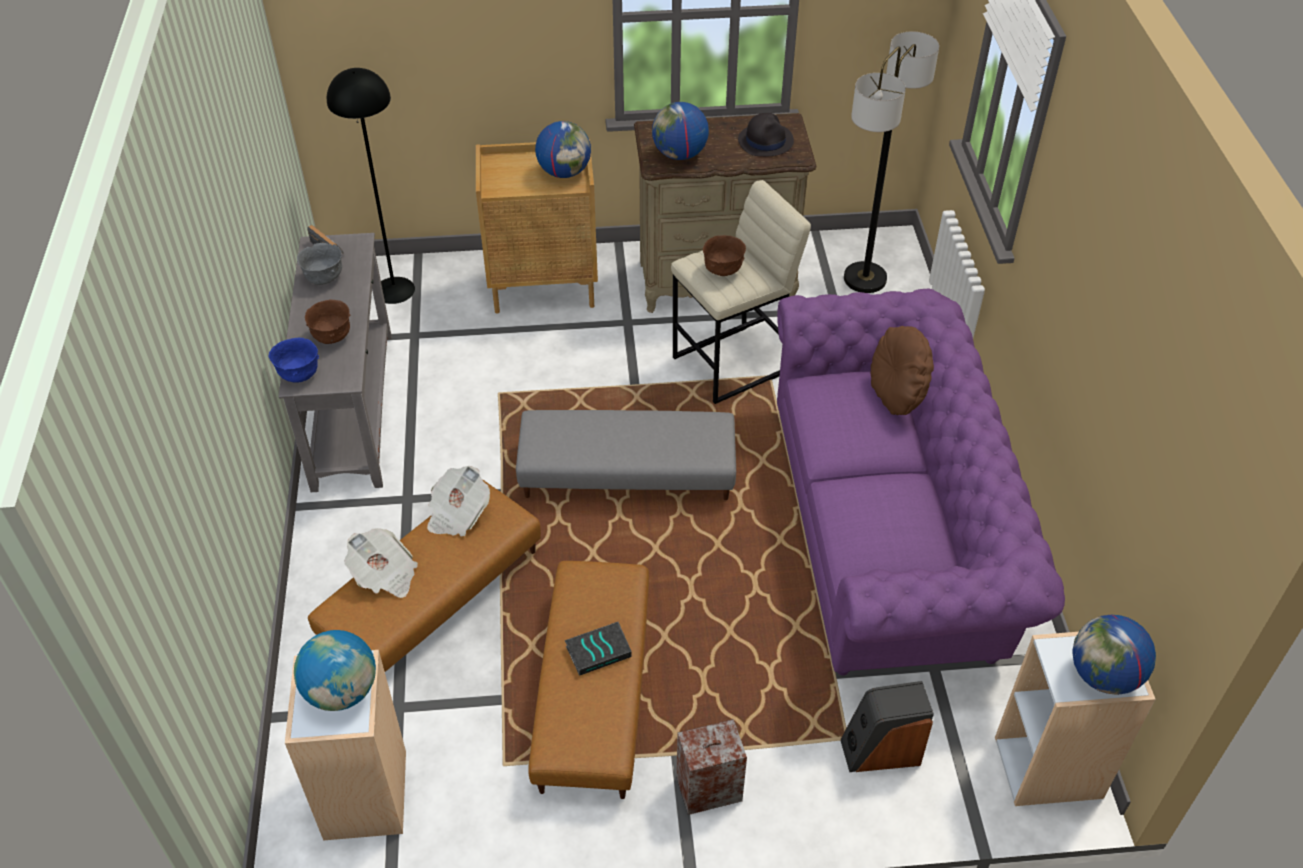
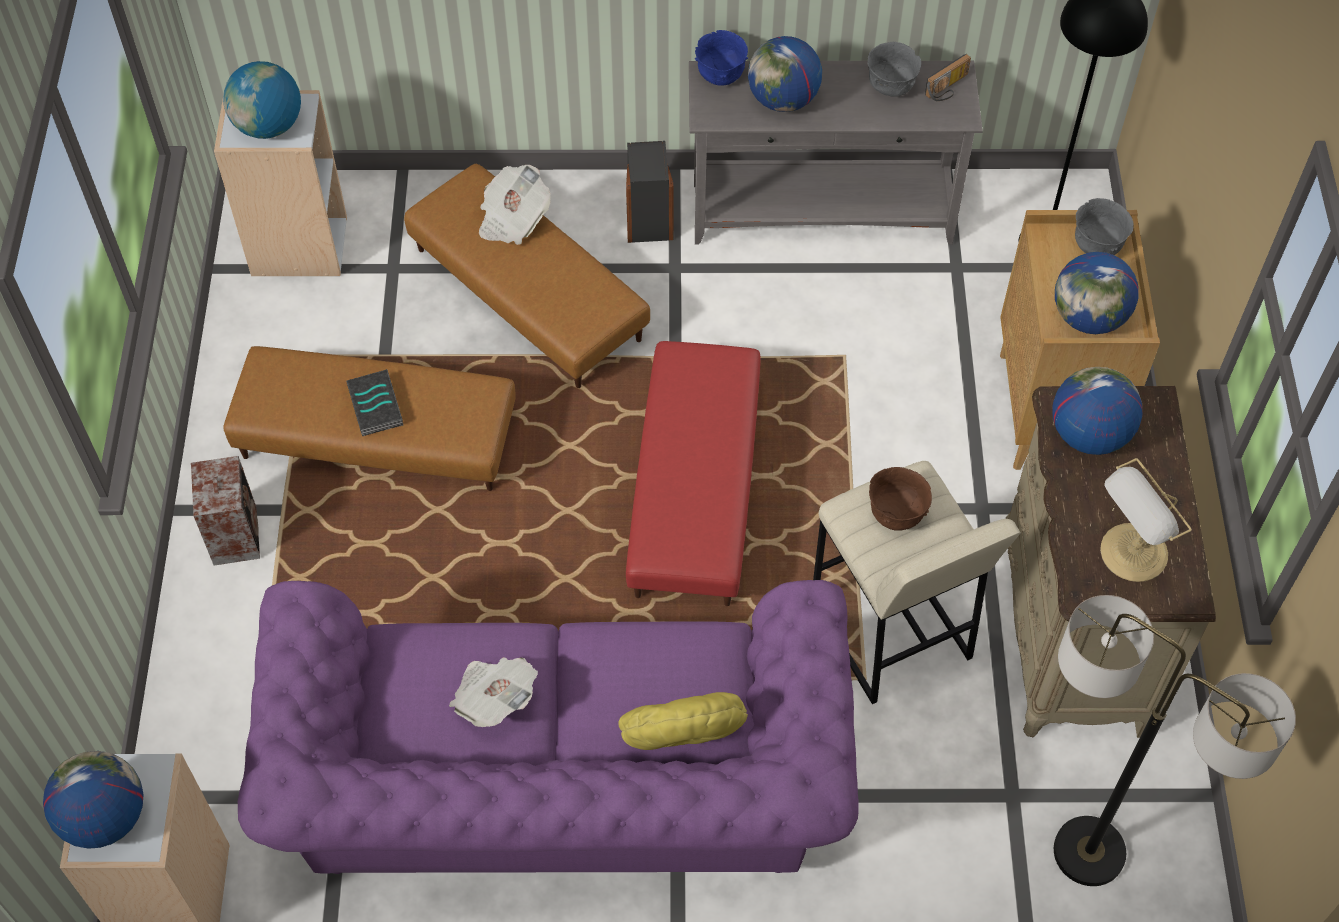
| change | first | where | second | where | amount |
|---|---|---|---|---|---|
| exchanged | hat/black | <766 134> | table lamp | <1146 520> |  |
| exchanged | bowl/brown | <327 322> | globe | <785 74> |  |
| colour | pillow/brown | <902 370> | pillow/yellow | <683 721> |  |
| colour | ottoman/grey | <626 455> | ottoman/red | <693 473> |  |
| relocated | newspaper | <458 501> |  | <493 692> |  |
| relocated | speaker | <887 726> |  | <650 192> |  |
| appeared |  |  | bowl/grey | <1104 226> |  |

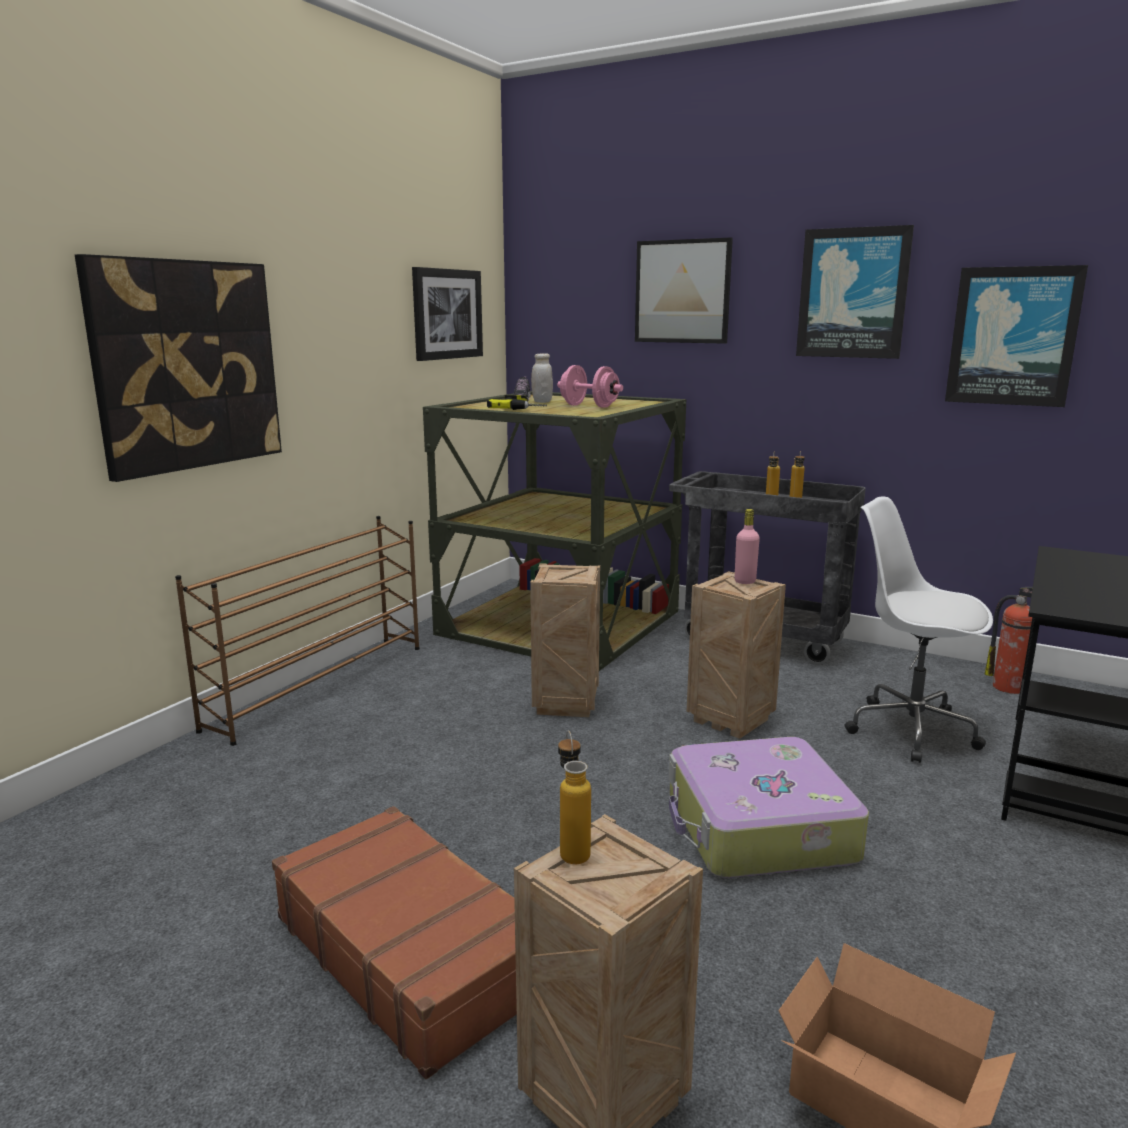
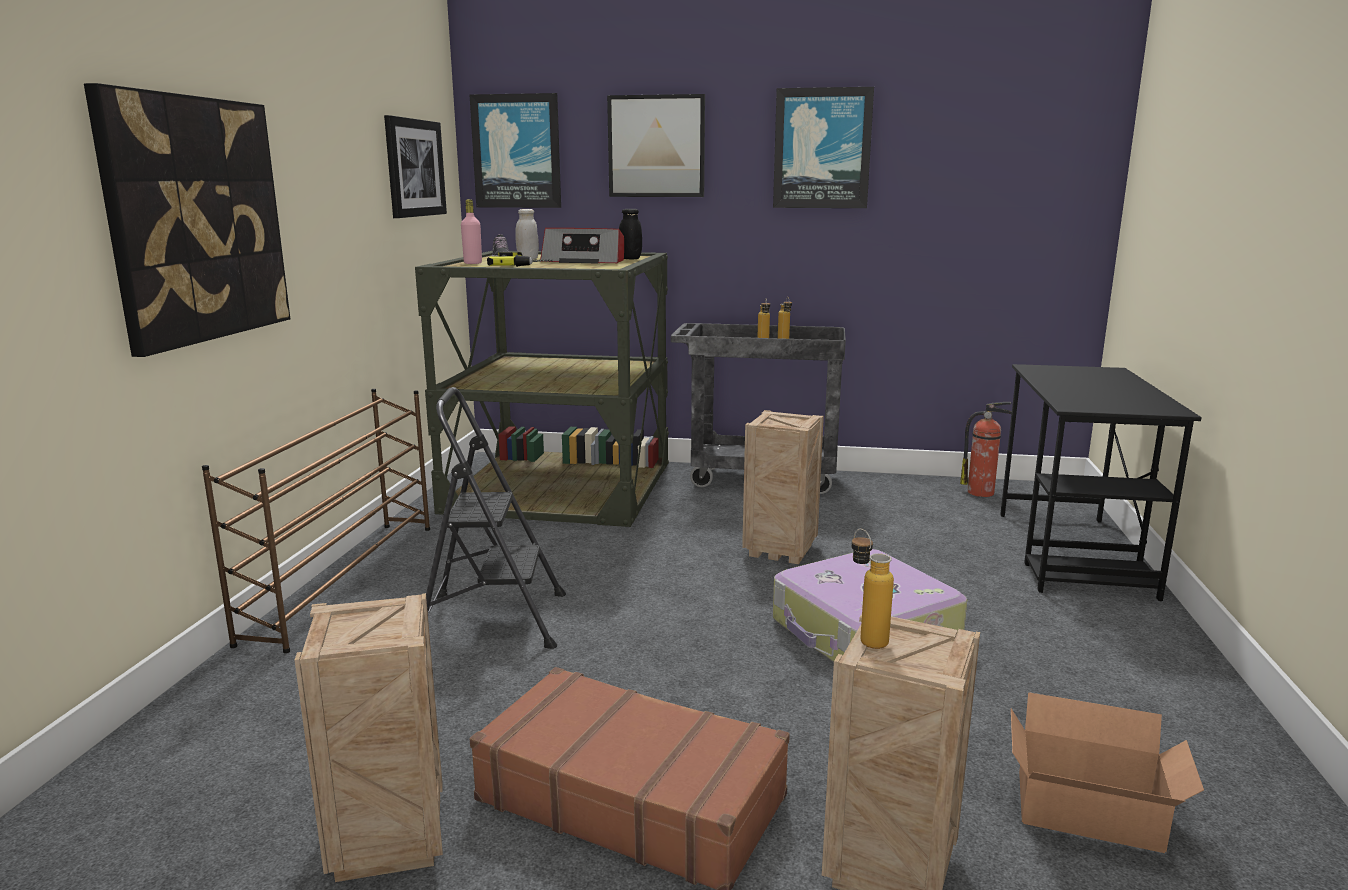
| change | first | where | second | where | amount |
|---|---|---|---|---|---|
| relocated | picture | <1016 336> |  | <515 150> |  |
| exchanged | dumbbell/pink | <590 386> | radio | <582 246> |  |
| missing | office chair/white | <918 629> |  |  |  |
| relocated | bottle/pink | <747 546> |  | <471 231> |  |
| relocated | crate | <565 640> |  | <369 737> |  |
| appeared |  |  | jar/black | <630 234> |  |
| appeared |  |  | step ladder/black | <496 518> |  |

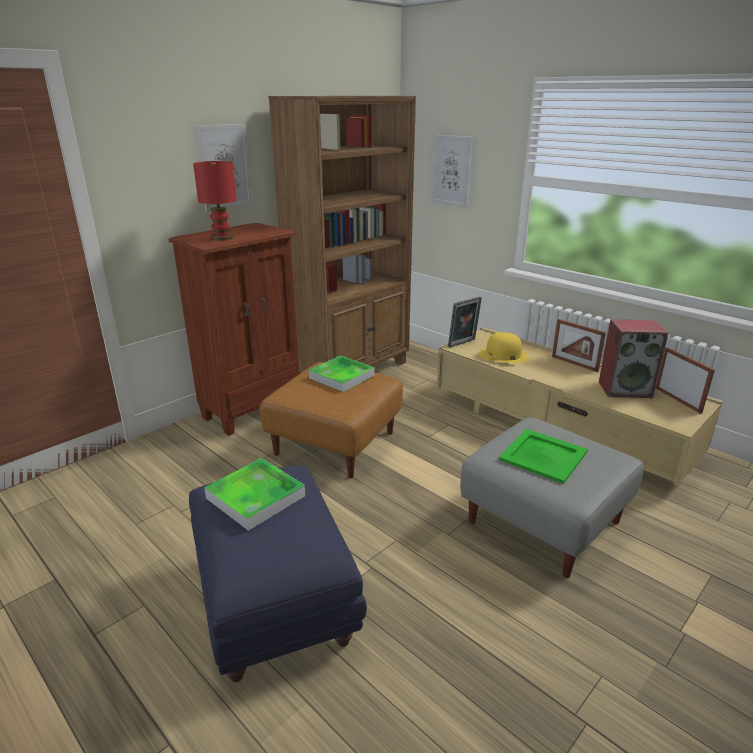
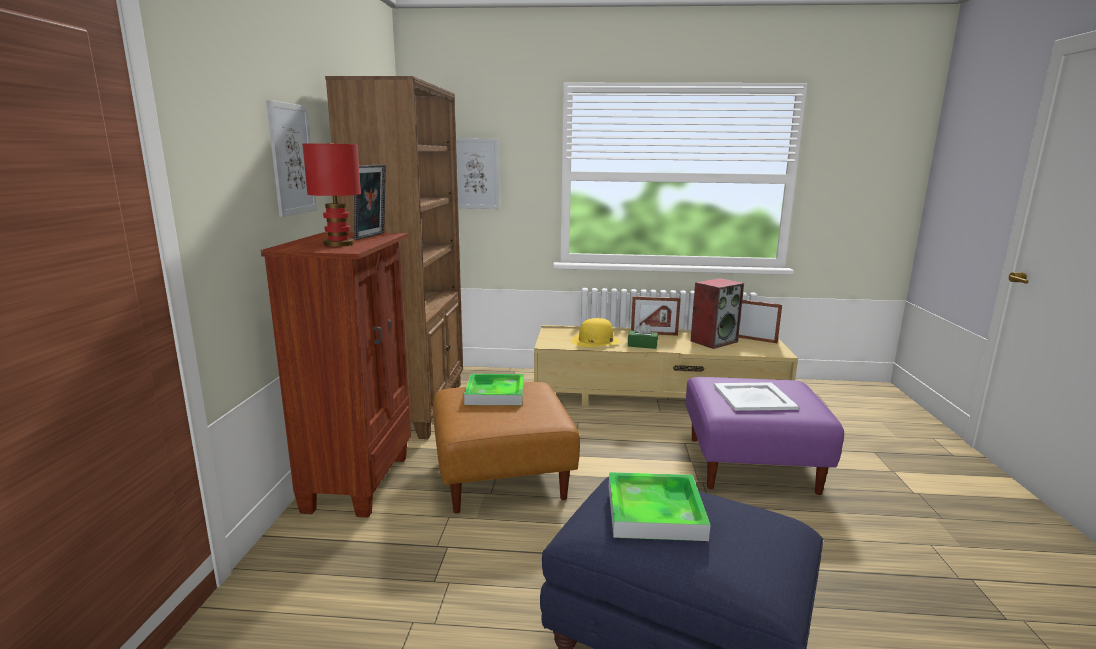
| change | first | where | second | where | amount |
|---|---|---|---|---|---|
| relocated | picture frame | <465 322> |  | <369 202> |  |
| colour | ottoman/grey | <552 497> | ottoman/purple | <765 436> |  |
| colour | tray/green | <543 456> | tray/white | <756 396> |  |
| appeared |  |  | tissue box/green | <643 335> |  |

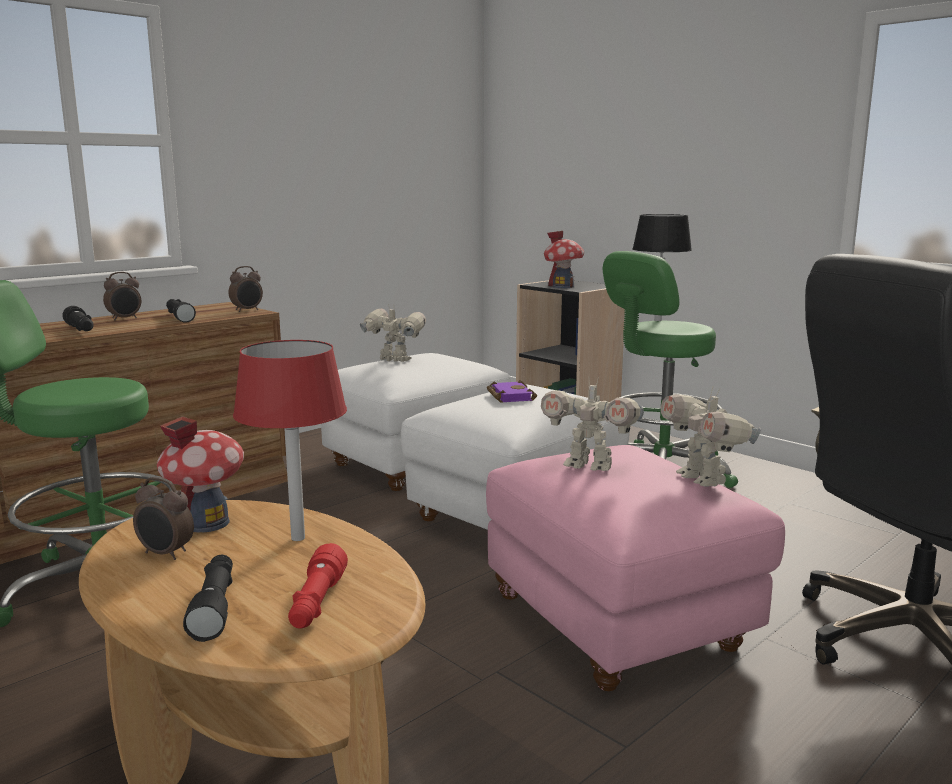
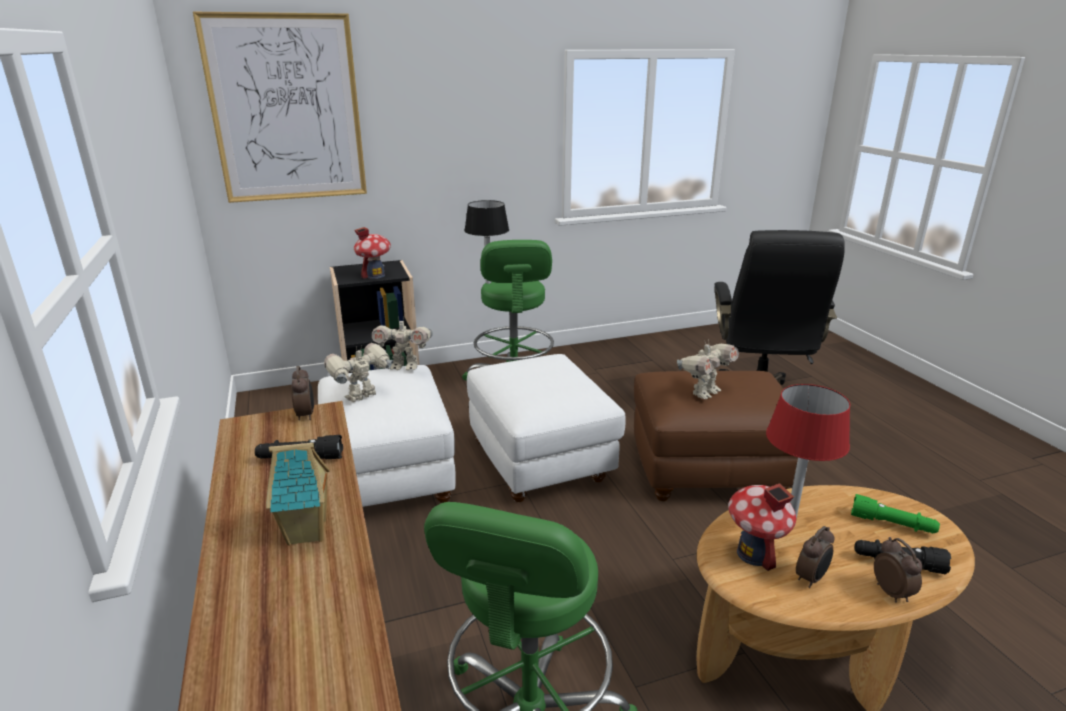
| change | first | where | second | where | amount |
|---|---|---|---|---|---|
| relocated | alarm clock | <122 296> |  | <898 570> |  |
| exchanged | flashlight/black | <78 318> | toy house | <298 492> |  |
| missing | book/purple | <512 391> |  |  |  |
| relocated | toy robot | <711 437> |  | <402 343> |  |
| colour | ottoman/pink | <635 568> | ottoman/brown | <716 436> |  |
| colour | flashlight/red | <318 586> | flashlight/green | <895 513> |  |
| appeared |  |  | picture | <280 107> |  |

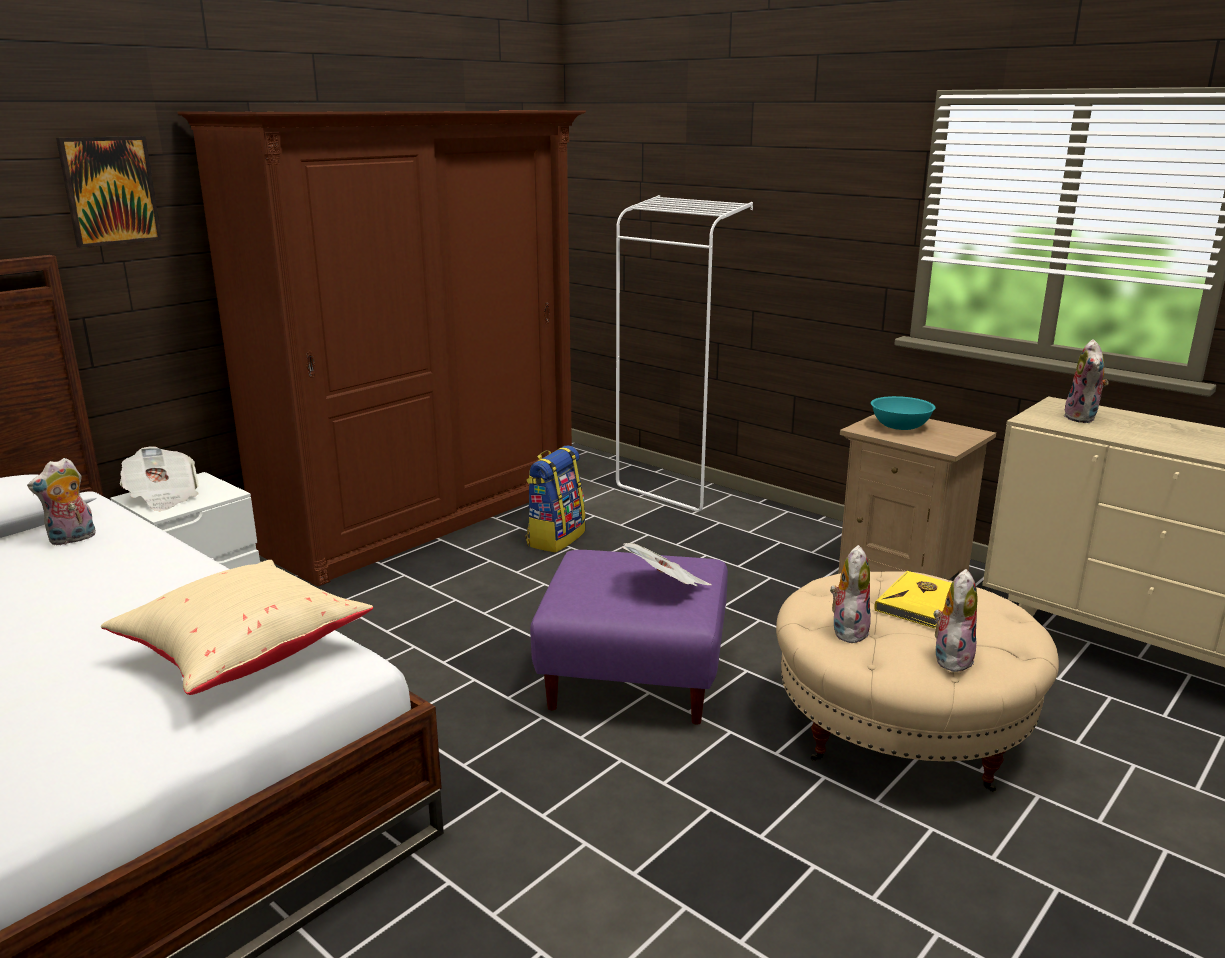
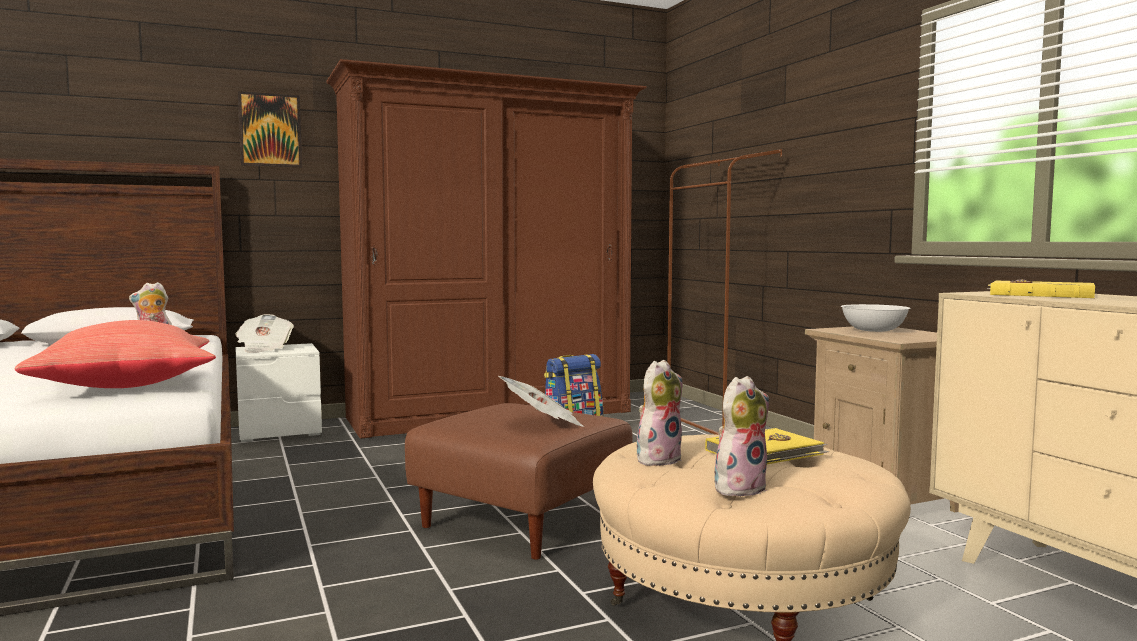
| change | first | where | second | where | amount |
|---|---|---|---|---|---|
| colour | clothes rack/white | <684 353> | clothes rack/brown | <724 292> |  |
| exchanged | plush toy | <1086 381> | book/yellow | <1041 288> |  |
| colour | bowl/turquoise | <903 413> | bowl/white | <876 318> |  |
| colour | ottoman/purple | <629 637> | ottoman/brown | <519 481> |  |
| colour | pillow/beige | <237 627> | pillow/red | <115 354> |  |

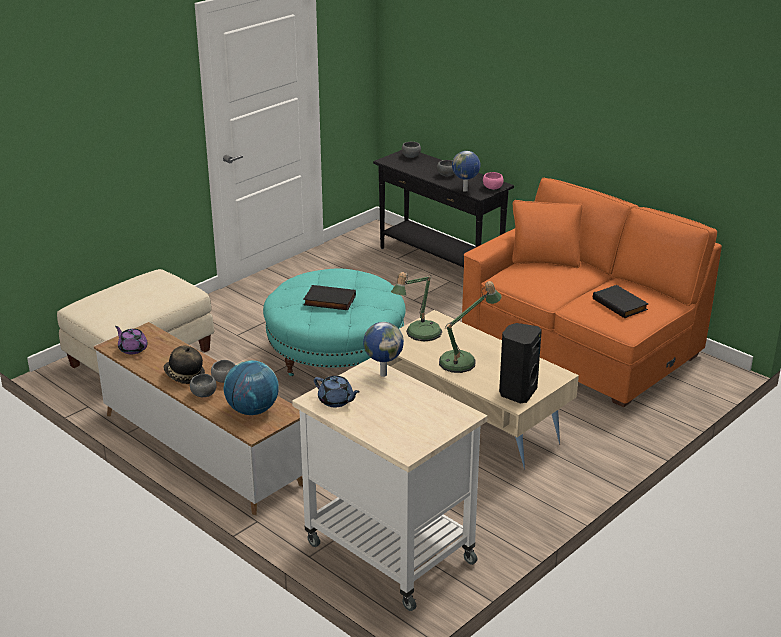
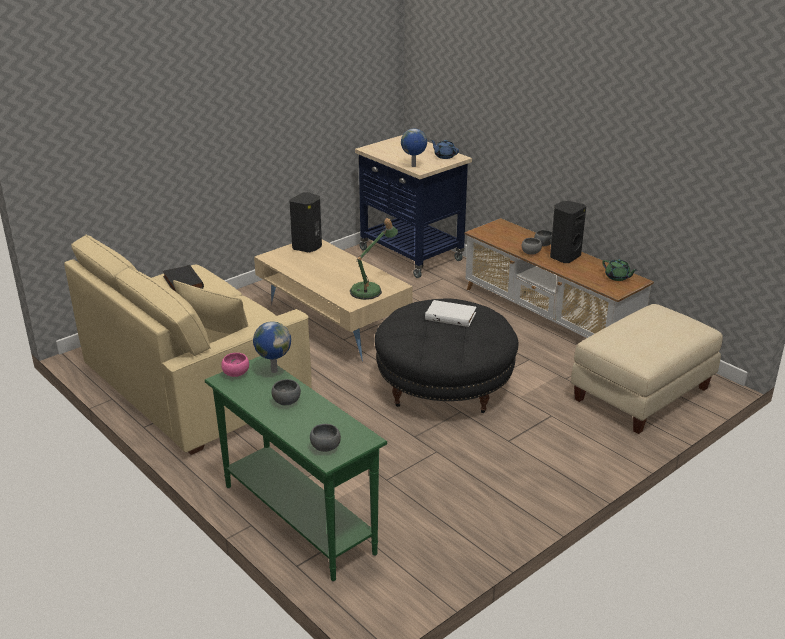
| change | first | where | second | where | amount |
|---|---|---|---|---|---|
| colour | console table/black | <443 208> | console table/green | <296 468> |  |
| colour | sofa/orange | <592 292> | sofa/beige | <188 345> |  |
| colour | ottoman/turquoise | <334 322> | ottoman/black | <446 356> |  |
| missing | table lamp | <470 327> |  |  |  |
| colour | book/black | <329 297> | book/white | <450 313> |  |
| colour | teapot/purple | <131 340> | teapot/green | <620 270> |  |
| exchanged | hat | <184 365> | speaker/black | <568 232> |  |
| colour | cart/white | <390 484> | cart/blue | <413 206> |  |
| missing | globe | <251 387> |  |  |  |

